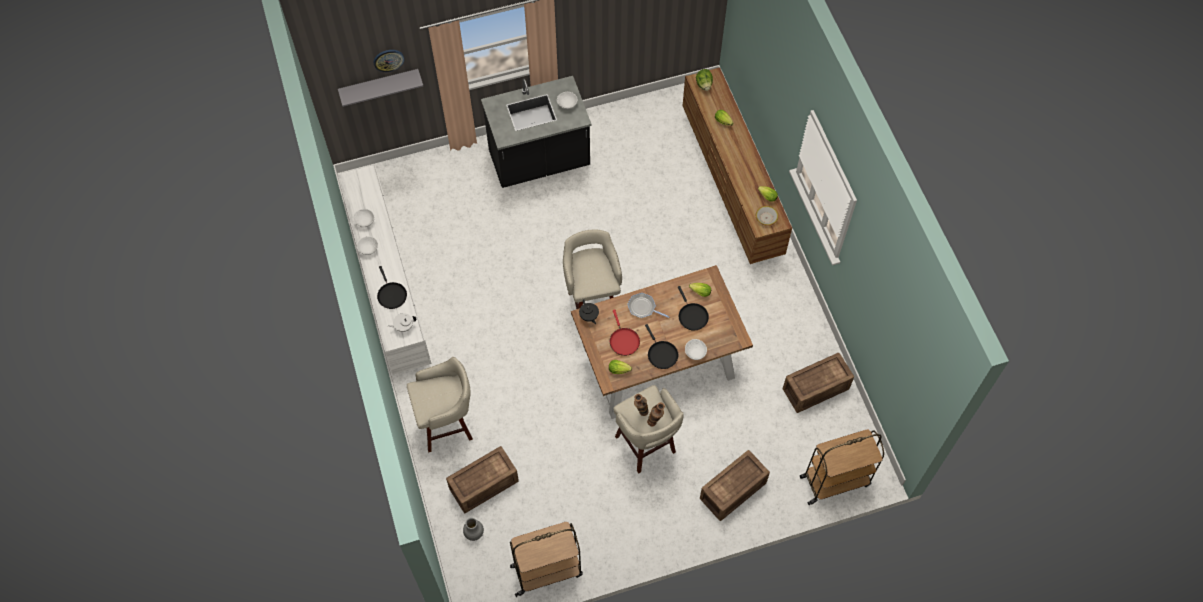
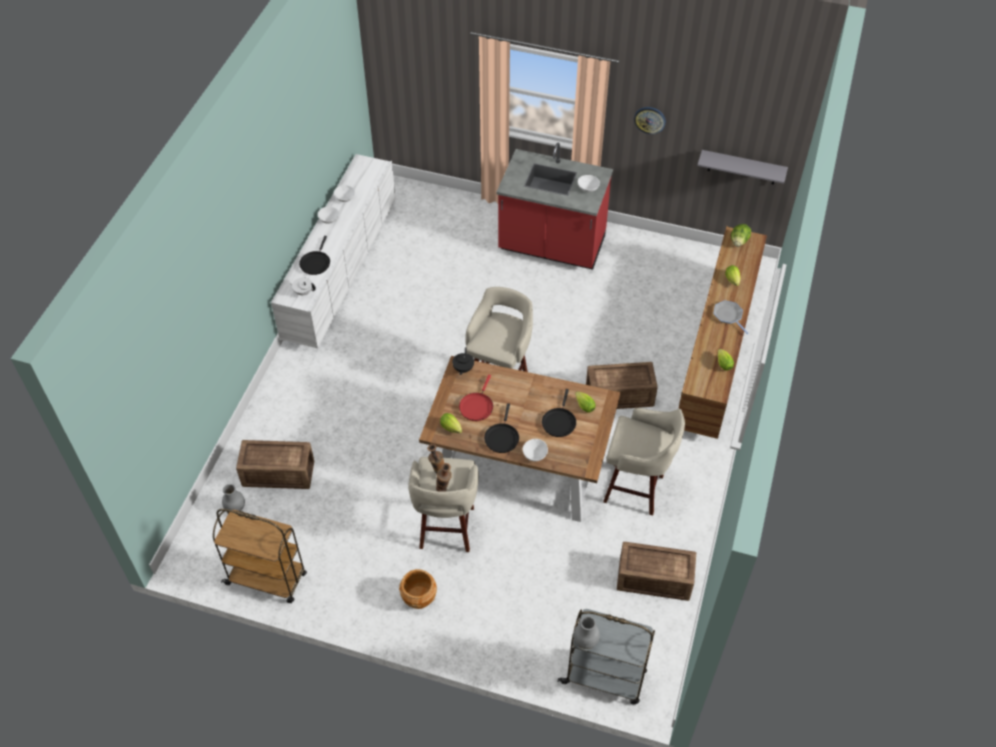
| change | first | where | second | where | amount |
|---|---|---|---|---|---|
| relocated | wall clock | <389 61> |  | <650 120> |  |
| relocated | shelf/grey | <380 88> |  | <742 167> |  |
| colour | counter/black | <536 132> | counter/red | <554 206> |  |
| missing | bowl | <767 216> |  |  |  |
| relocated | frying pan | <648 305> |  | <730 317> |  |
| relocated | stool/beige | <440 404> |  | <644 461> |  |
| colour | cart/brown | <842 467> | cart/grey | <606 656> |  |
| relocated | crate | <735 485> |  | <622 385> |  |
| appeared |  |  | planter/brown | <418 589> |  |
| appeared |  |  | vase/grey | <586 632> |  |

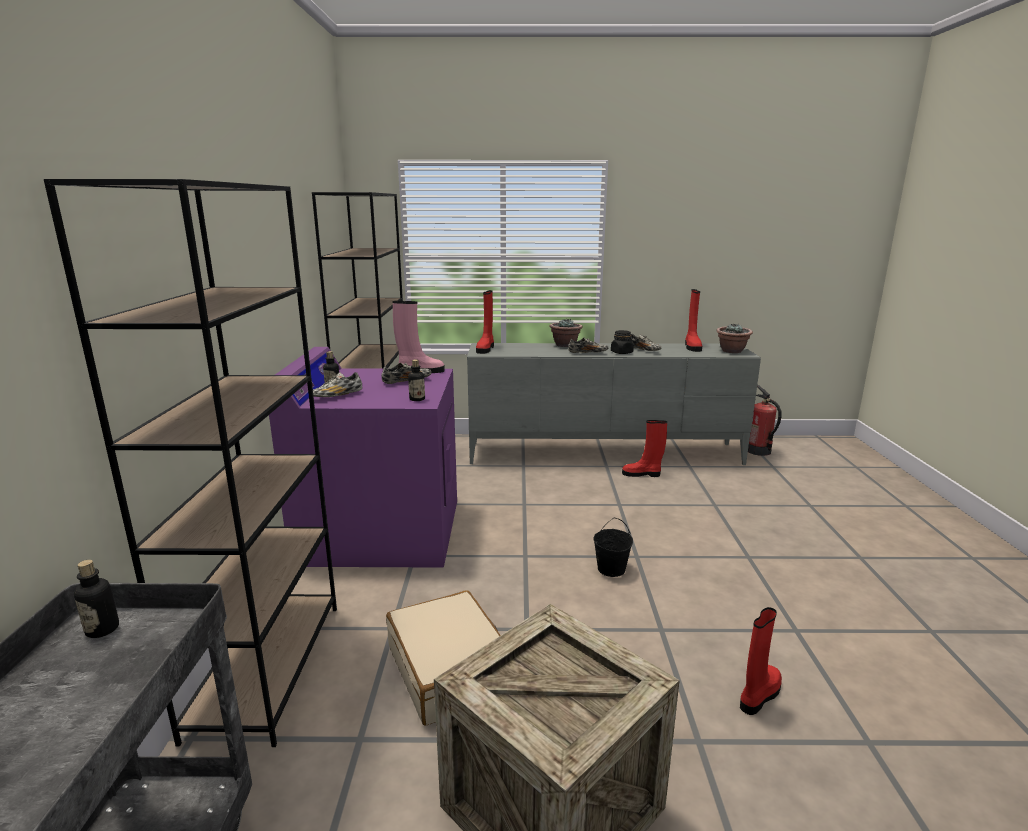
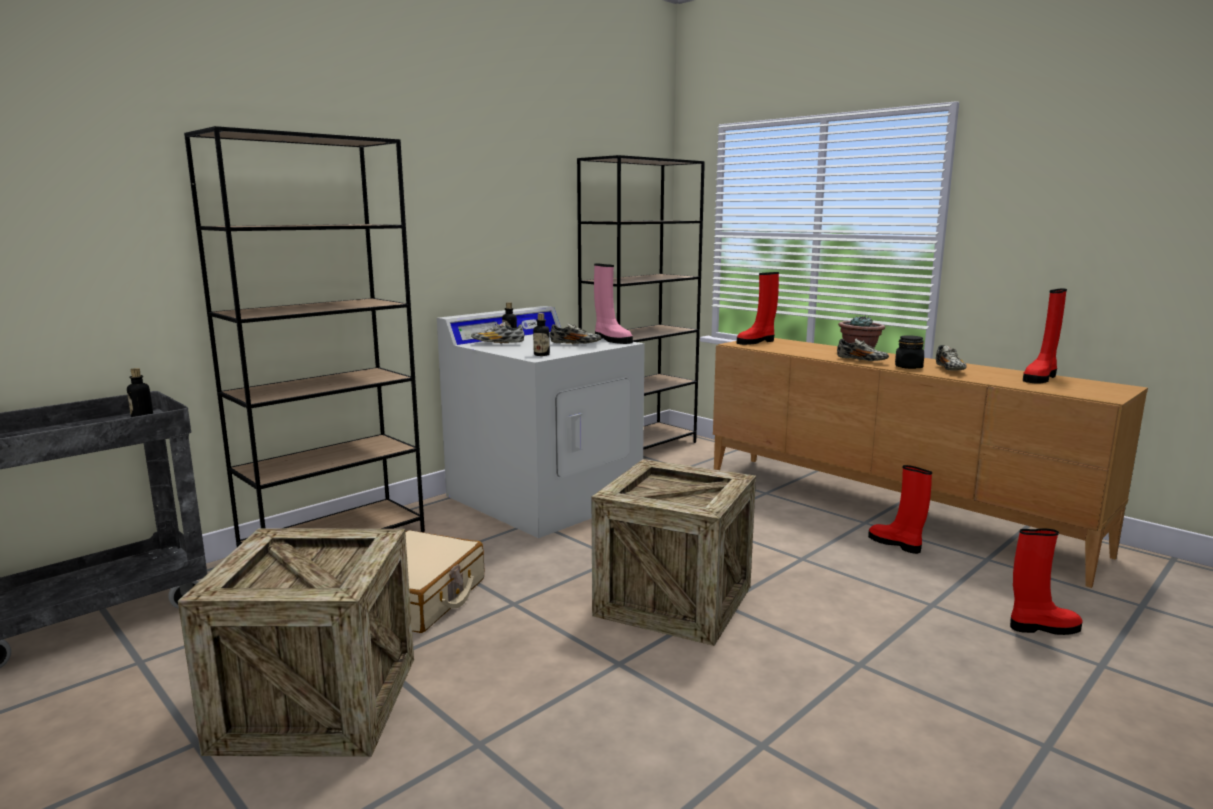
| change | first | where | second | where | amount |
|---|---|---|---|---|---|
| missing | potted plant | <734 338> |  |  |  |
| colour | cabinet/grey | <614 404> | cabinet/brown | <930 463> |  |
| colour | washing machine/purple | <363 457> | washing machine/white | <541 422> |  |
| missing | fire extinguisher | <764 420> |  |  |  |
| exchanged | bucket/black | <613 547> | crate | <674 552> |  |
| relocated | boot/red | <761 661> |  | <1046 581> |  |

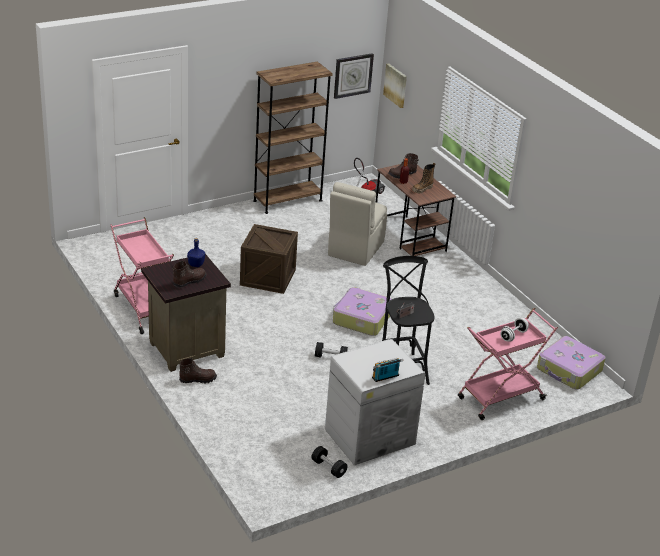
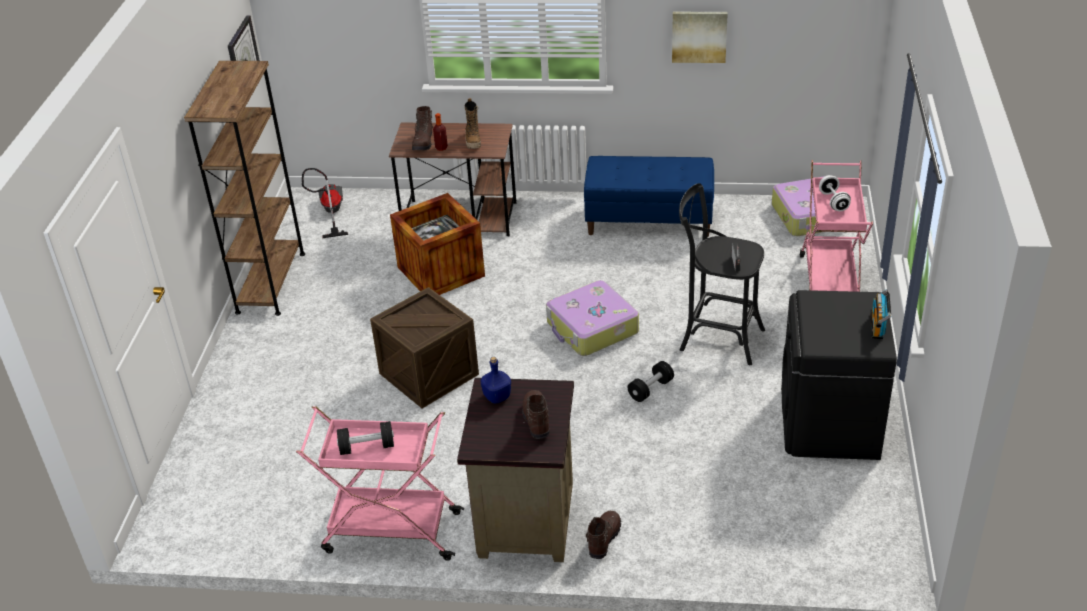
| change | first | where | second | where | amount |
|---|---|---|---|---|---|
| relocated | picture | <395 85> |  | <700 37> |  |
| exchanged | chair/beige | <357 224> | crate | <437 244> |  |
| colour | washing machine/white | <375 402> | washing machine/black | <839 375> |  |
| relocated | dumbbell/black | <329 462> |  | <365 438> |  |
| appeared |  |  | bench/blue | <649 196> |  |

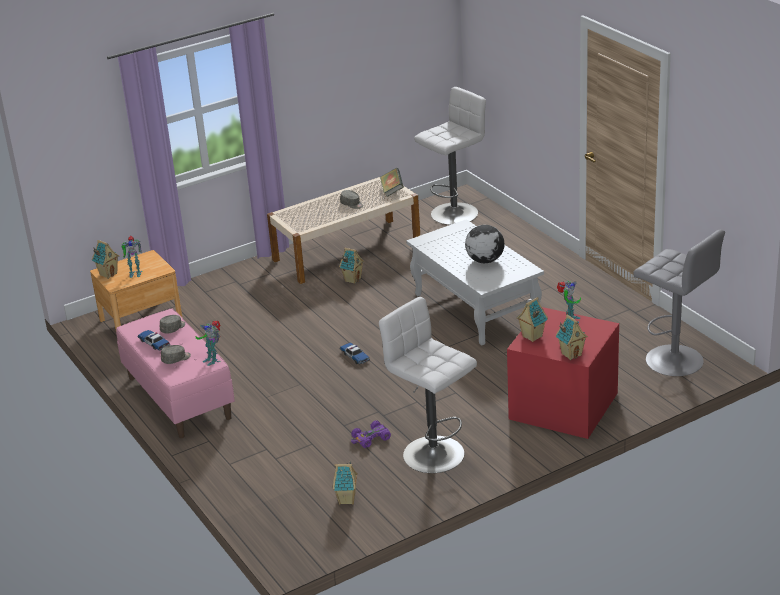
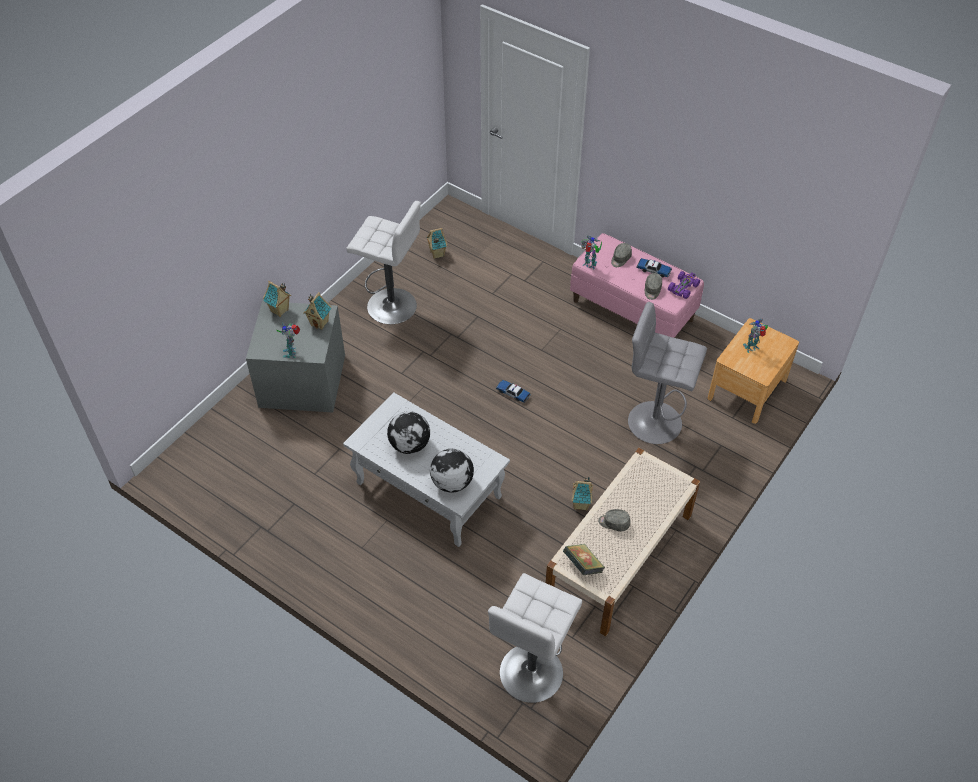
| change | first | where | second | where | amount |
|---|---|---|---|---|---|
| relocated | stool/grey | <679 302> |  | <667 373> |  |
| missing | toy house | <105 259> |  |  |  |
| colour | storage box/red | <563 373> | storage box/grey | <295 357> |  |
| relocated | toy car/purple | <371 434> |  | <684 285> |  |
| appeared |  |  | globe | <452 471> |  |

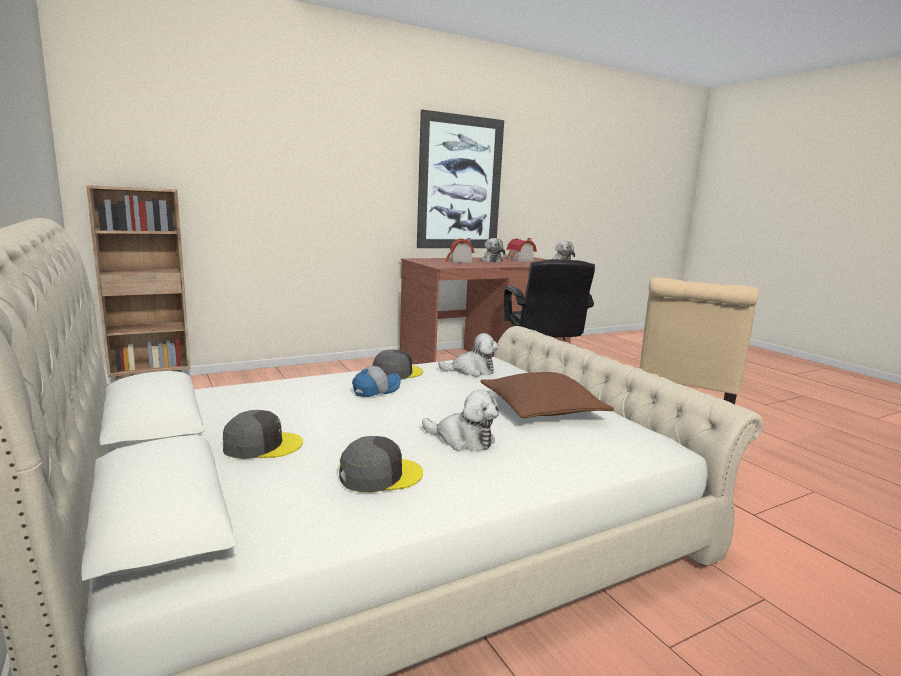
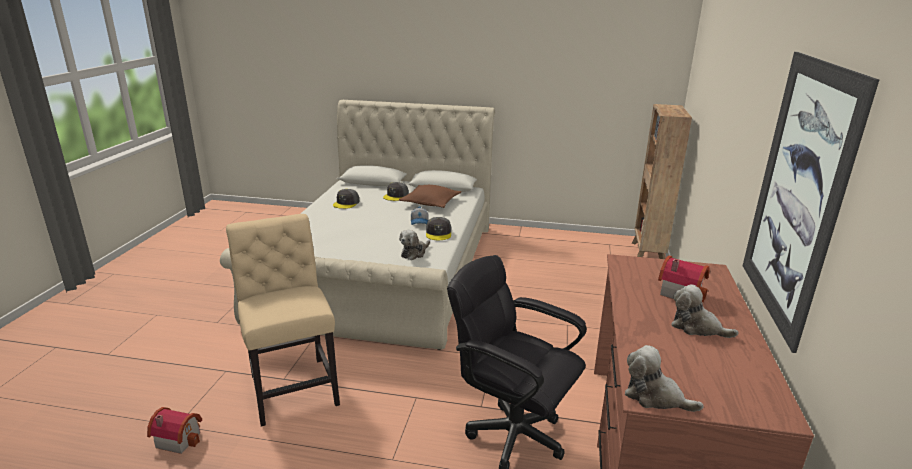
| change | first | where | second | where | amount |
|---|---|---|---|---|---|
| relocated | toy house | <521 250> |  | <174 430> |  |
| relocated | pillow/brown | <547 395> |  | <430 196> |  |
| missing | plush toy | <460 420> |  |  |  |

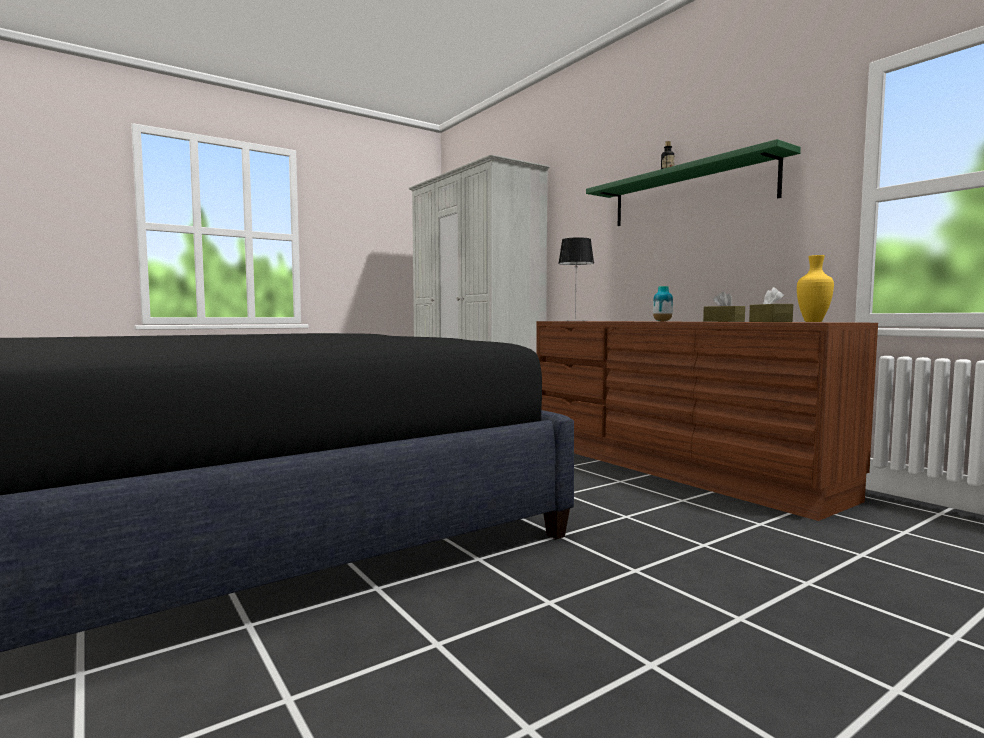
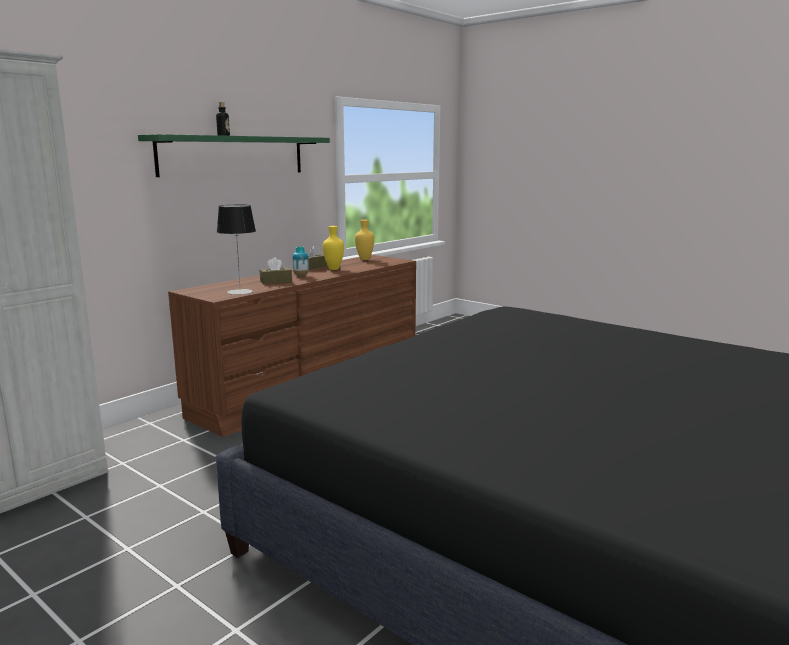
| change | first | where | second | where | amount |
|---|---|---|---|---|---|
| relocated | tissue box/brown | <771 304> |  | <276 271> |  |
| appeared |  |  | vase/yellow | <333 248> |  |

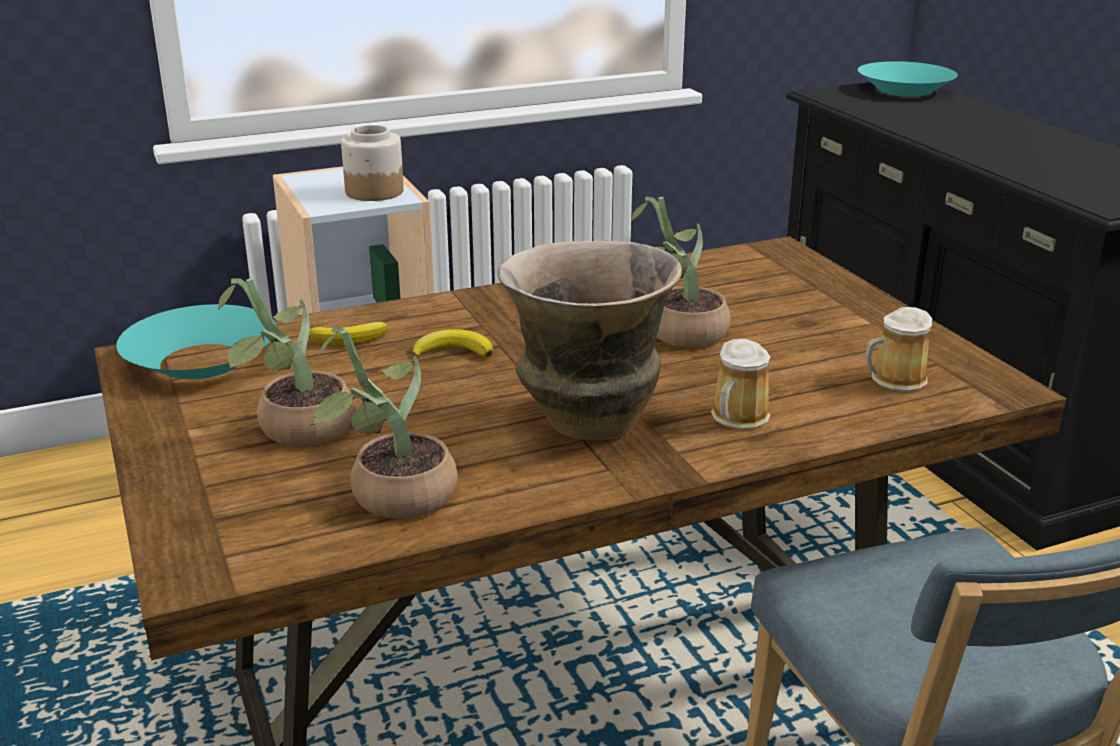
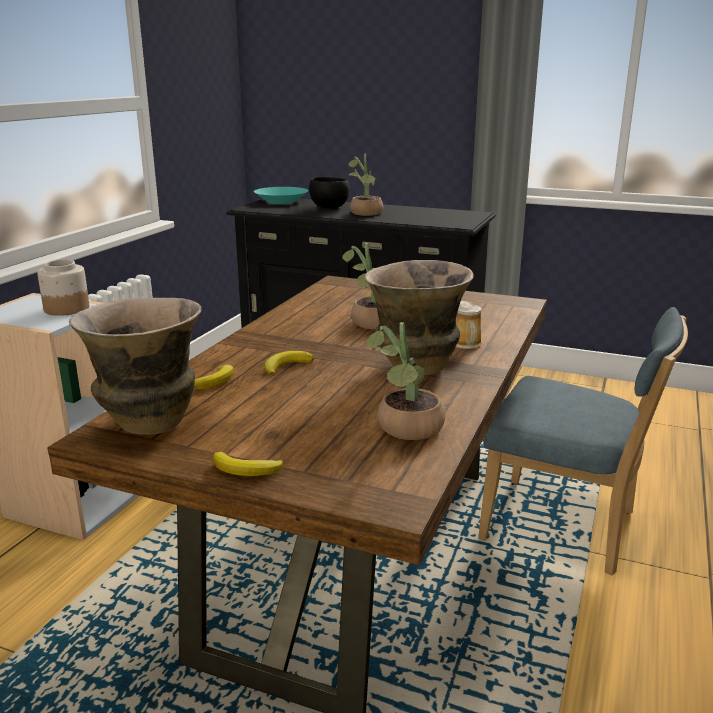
| change | first | where | second | where | amount |
|---|---|---|---|---|---|
| relocated | potted plant | <287 362> |  | <365 185> |  |
| exchanged | bowl/turquoise | <196 342> | vase | <135 366> |  |
| missing | mug | <898 349> |  |  |  |
| appeared |  |  | bowl/black | <329 193> |  |
| appeared |  |  | banana | <248 464> |  |

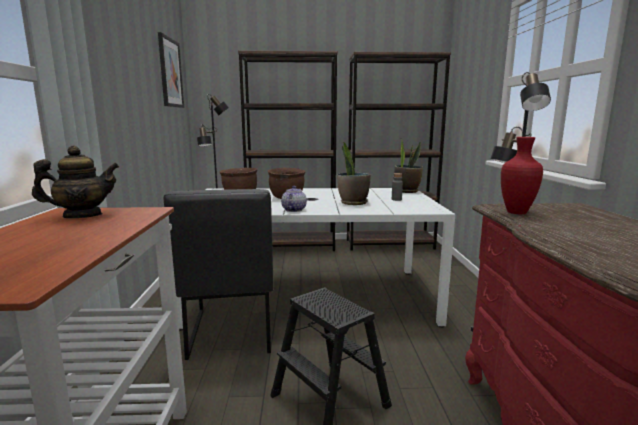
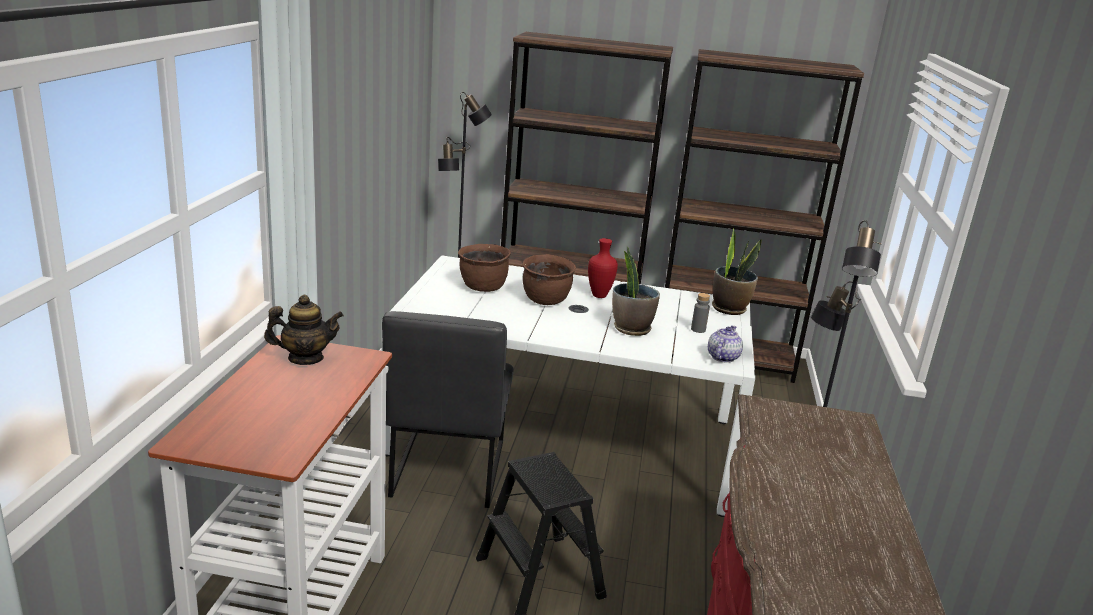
| change | first | where | second | where | amount |
|---|---|---|---|---|---|
| missing | picture | <171 70> |  |  |  |
| relocated | vase/red | <522 175> |  | <603 268> |  |
| relocated | teapot | <294 199> |  | <725 344> |  |

